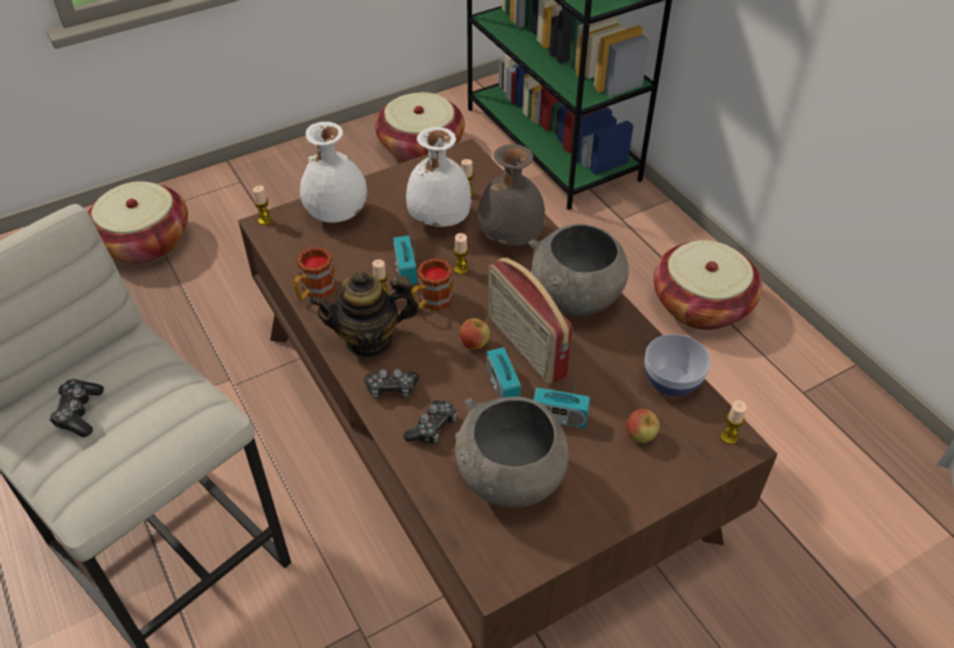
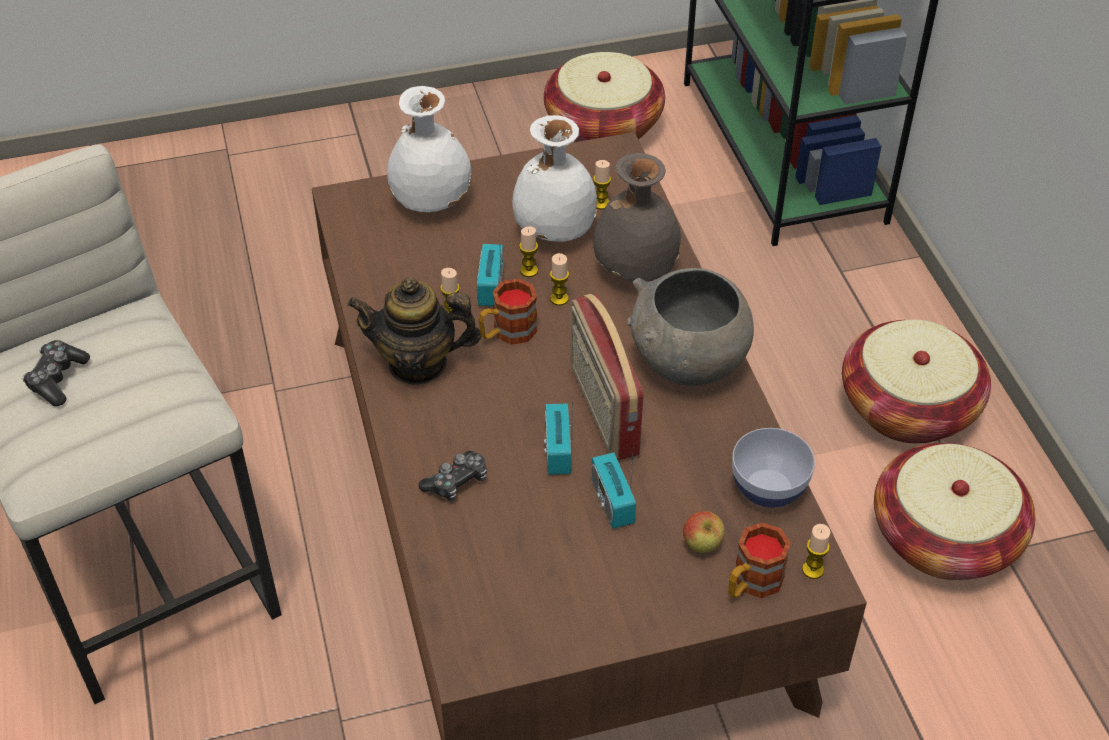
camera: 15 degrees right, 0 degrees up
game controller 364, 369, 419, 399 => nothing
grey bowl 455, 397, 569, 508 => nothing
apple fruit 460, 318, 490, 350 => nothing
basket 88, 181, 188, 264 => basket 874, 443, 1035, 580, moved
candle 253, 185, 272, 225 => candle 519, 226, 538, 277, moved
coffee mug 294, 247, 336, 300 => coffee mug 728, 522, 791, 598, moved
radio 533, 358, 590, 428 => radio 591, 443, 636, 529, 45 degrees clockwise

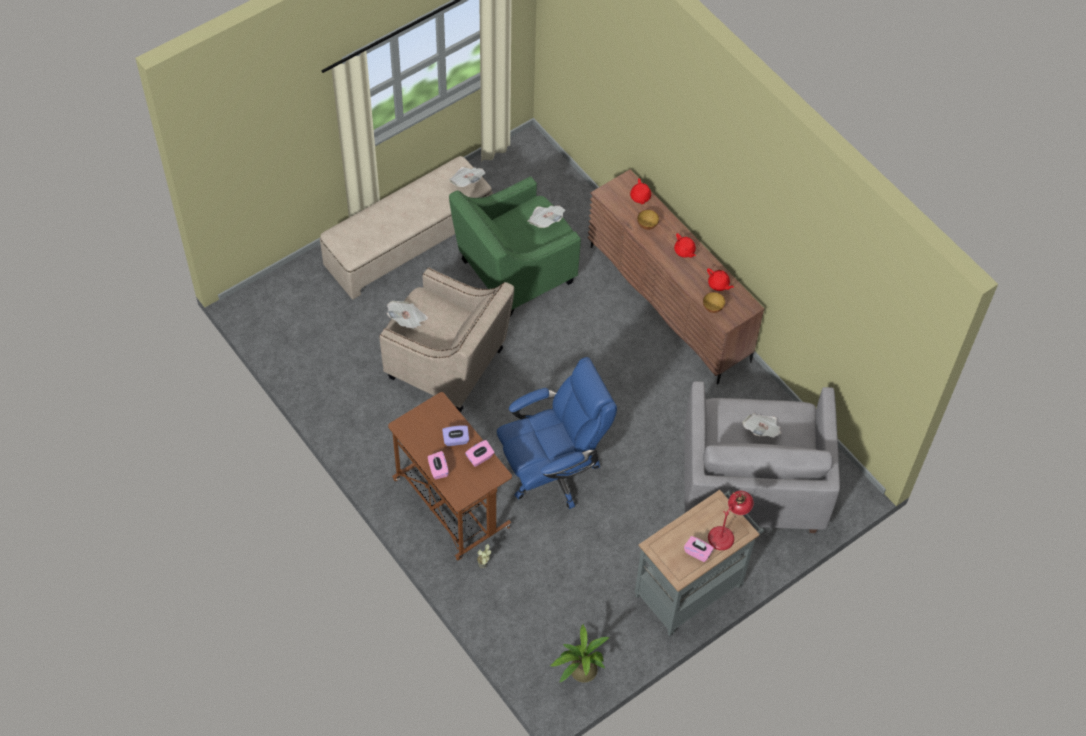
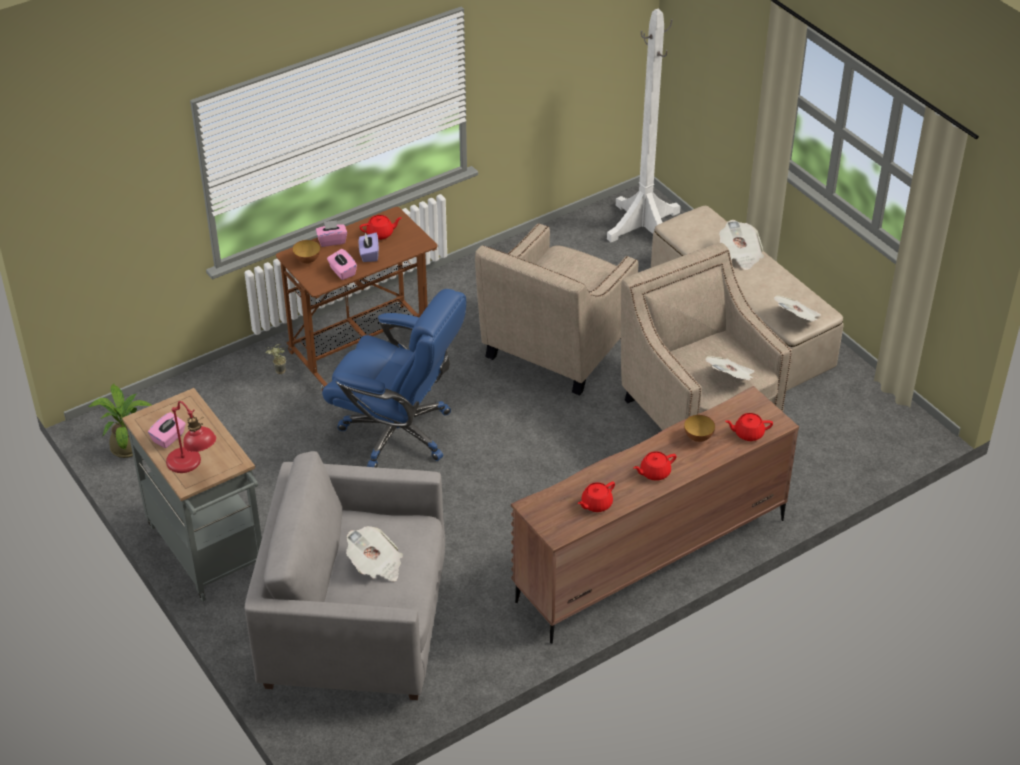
camera: 95 degrees right, 15 degrees down
nothing => reddish teapot 360, 215, 402, 240
nothing => white-coloured garment stand 607, 9, 681, 242
newspaper 387, 301, 428, 329 => newspaper 719, 220, 764, 270, moved
bowl 703, 292, 725, 313 => bowl 292, 240, 320, 264, moved
green-coloured lounge chair 449, 176, 581, 317 => sand-coloured lounge chair 621, 243, 792, 430
bluish desk chair 497, 357, 617, 509 => bluish desk chair 322, 289, 466, 467, 45 degrees counterclockwise

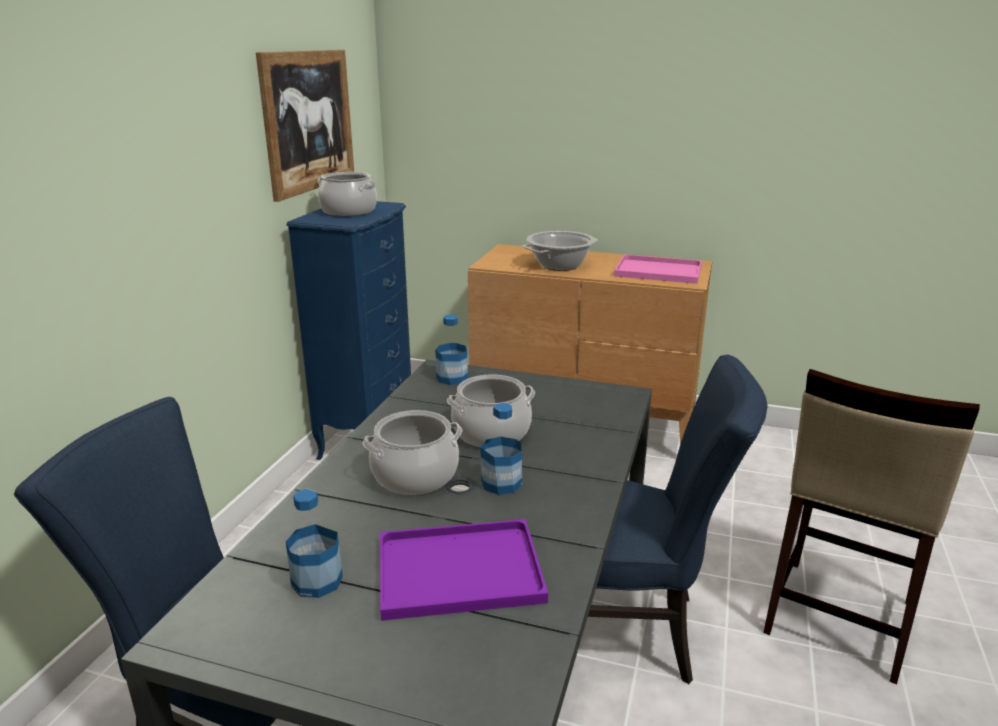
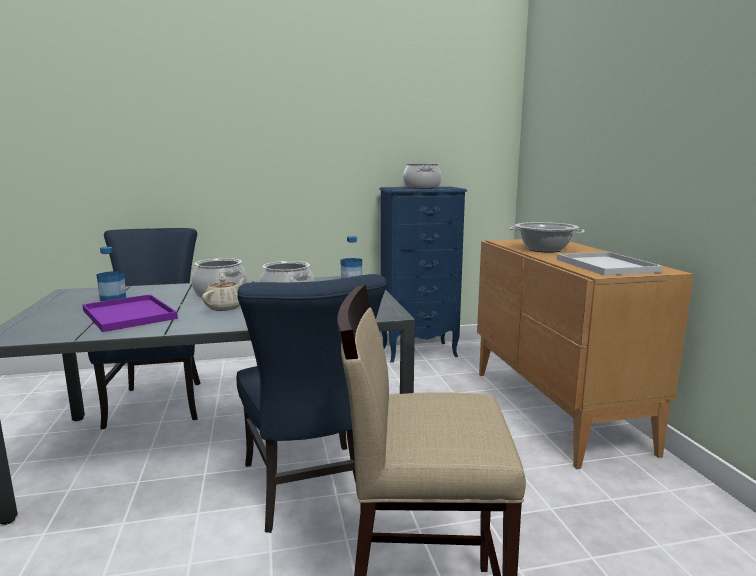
camera: 60 degrees right, 10 degrees down
wall picture 256, 50, 354, 202 => nothing
bottle 480, 403, 522, 495 => sand-coloured teapot 202, 278, 245, 311
pink carrying tray 614, 254, 702, 284 => white-coloured carrying tray 557, 252, 663, 276

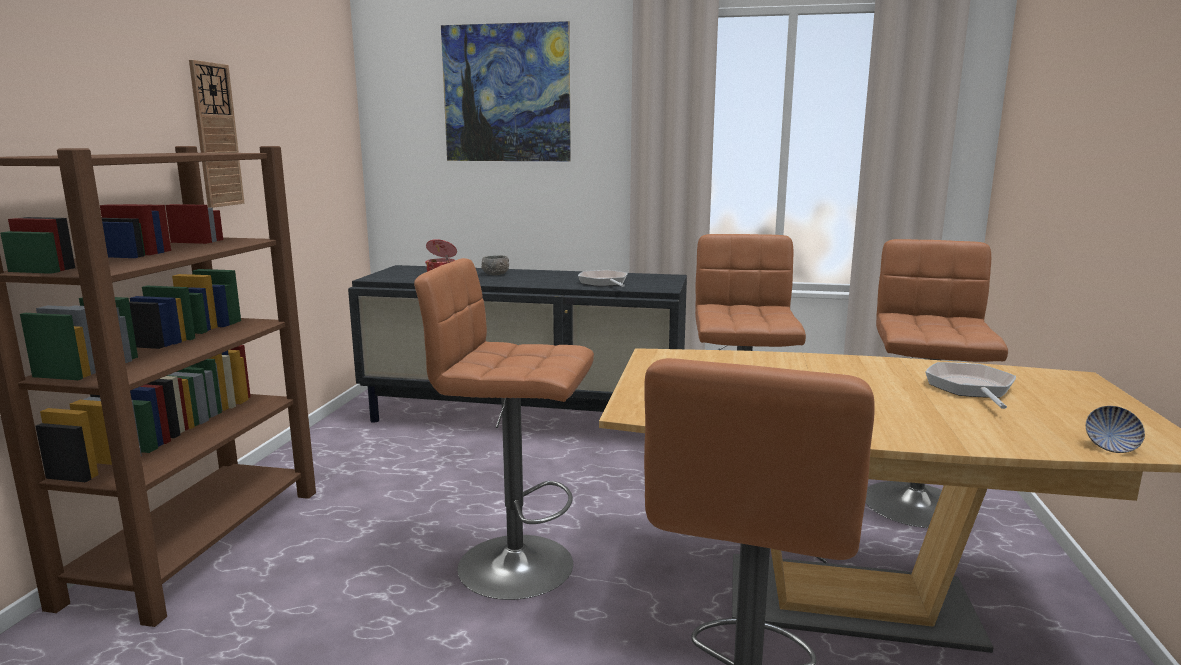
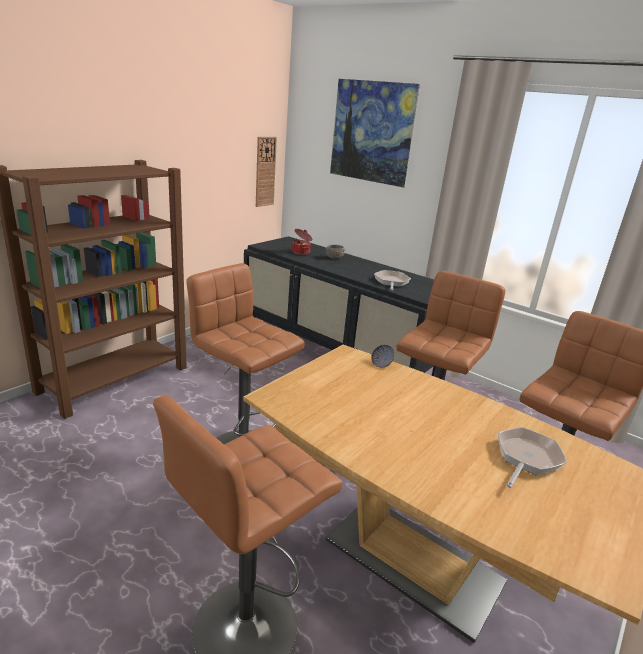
camera: 25 degrees right, 10 degrees up
clock on the wall 189, 60, 245, 208 => clock on the wall 256, 137, 277, 207, moved
bowl 1086, 406, 1145, 453 => bowl 371, 345, 395, 367, moved

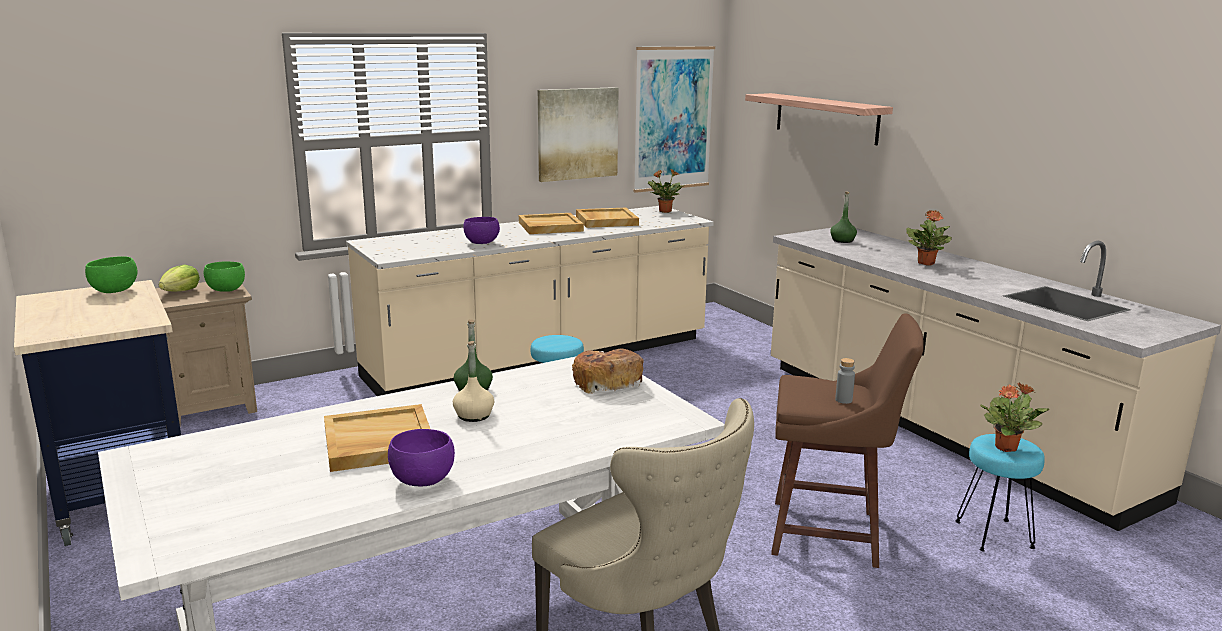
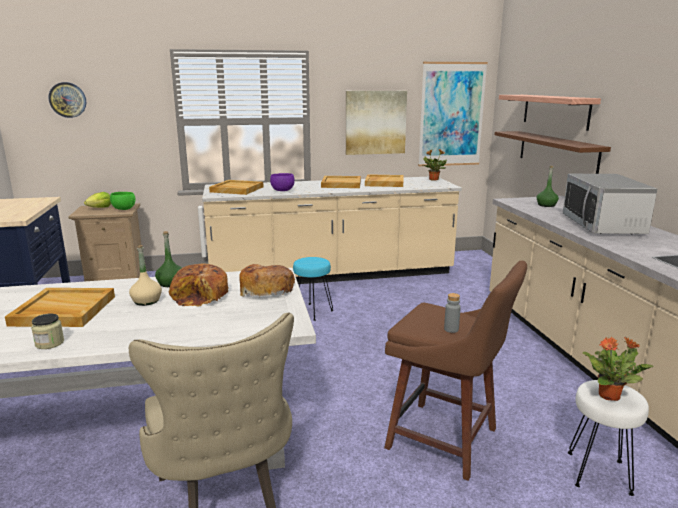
camera: 20 degrees right, 0 degrees up
green-coloured bowl 85, 256, 138, 293 => nothing
nothing => clock on the wall 49, 82, 86, 118
nothing => bakery bread 169, 263, 229, 306
nothing => sand-coloured carrying tray 209, 180, 264, 195
nothing => brownish bracket shelf 495, 131, 611, 174
purplish bowl 388, 429, 455, 486 => preserve jar 31, 313, 64, 349
houseplant 906, 210, 952, 265 => kitchen microwave 563, 174, 657, 234
turquoise sitting stool 955, 434, 1045, 551 => white-coloured sitting stool 568, 380, 649, 496

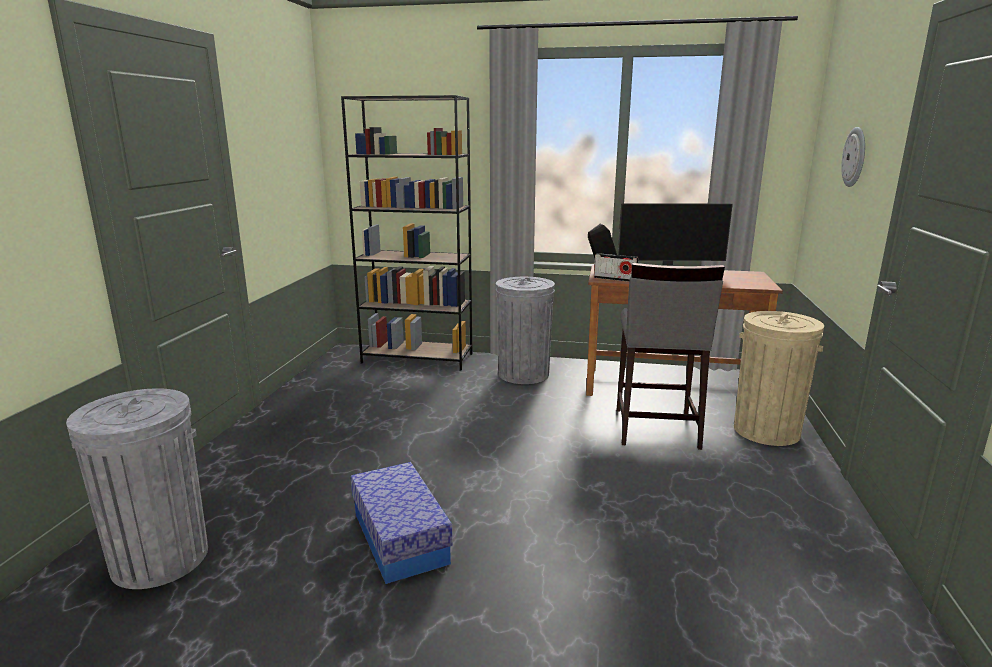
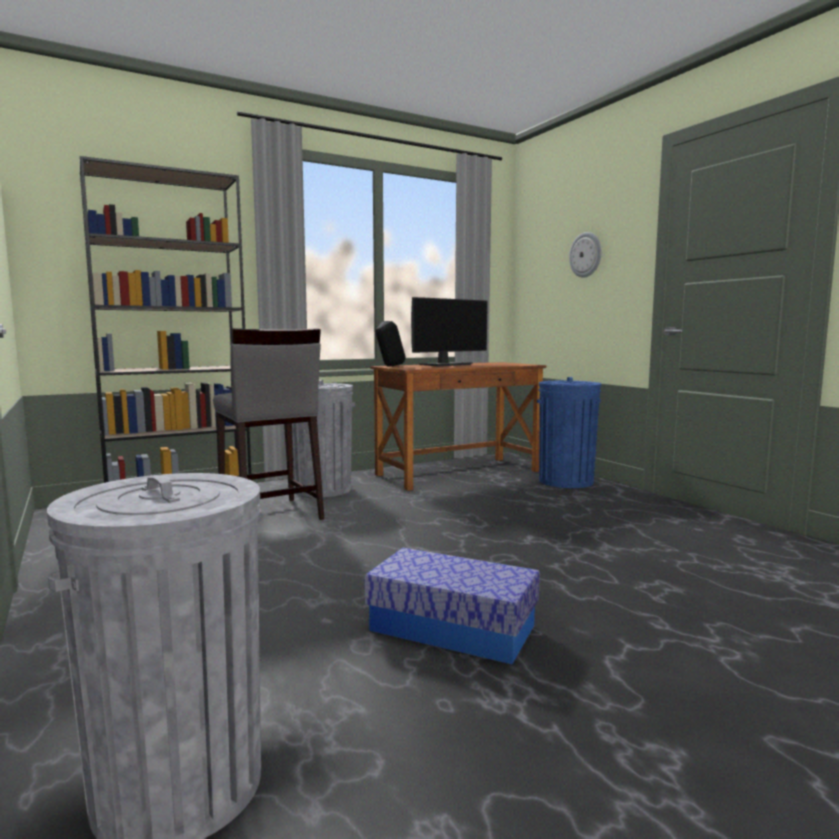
camera: 40 degrees left, 10 degrees down
radio 594, 253, 638, 282 => nothing
grey sitting stool 617, 263, 725, 450 => grey sitting stool 213, 328, 324, 520, moved
sand-coloured rubbish bin 734, 311, 824, 446 => bluish rubbish bin 537, 377, 601, 488

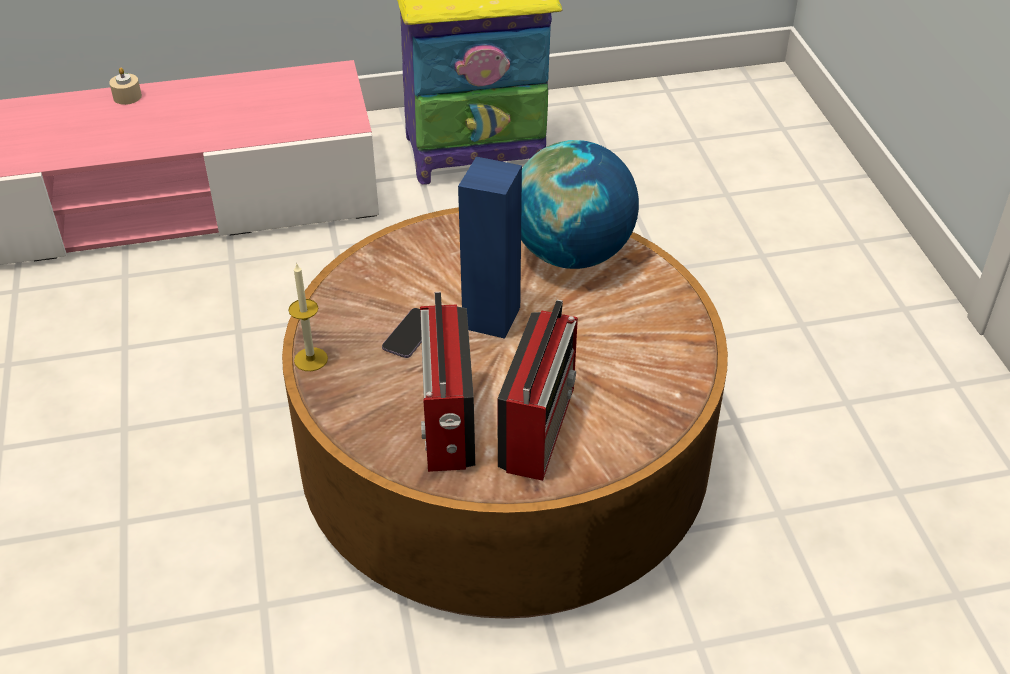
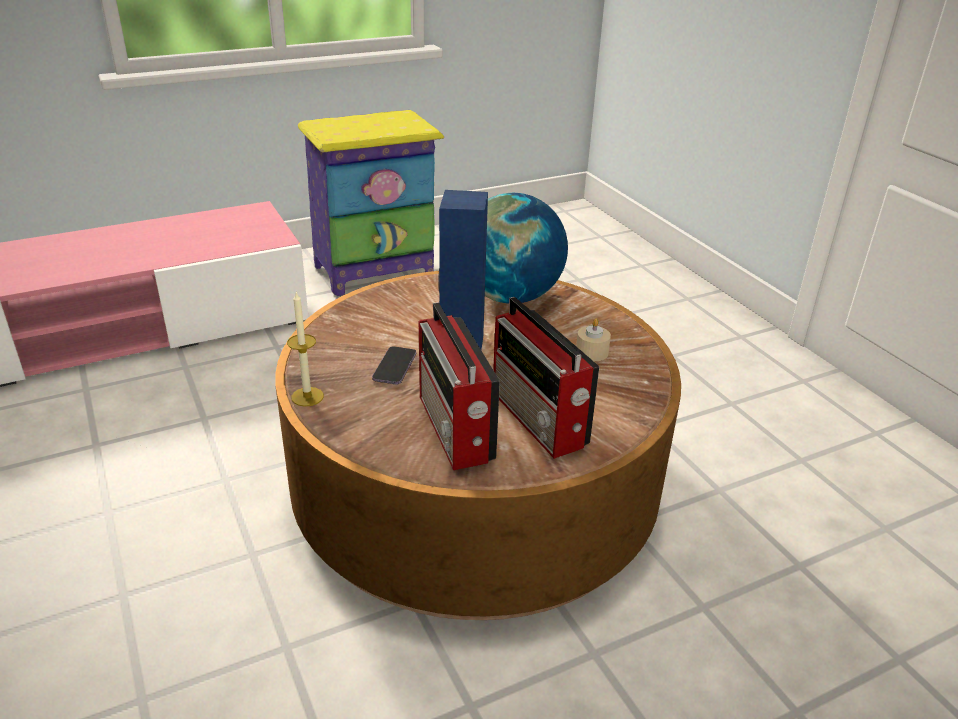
camera: 15 degrees left, 10 degrees down
sand-coloured candle 109, 68, 142, 105 => sand-coloured candle 576, 319, 611, 361, moved
radio 497, 300, 578, 481 => radio 493, 297, 599, 459, 150 degrees clockwise

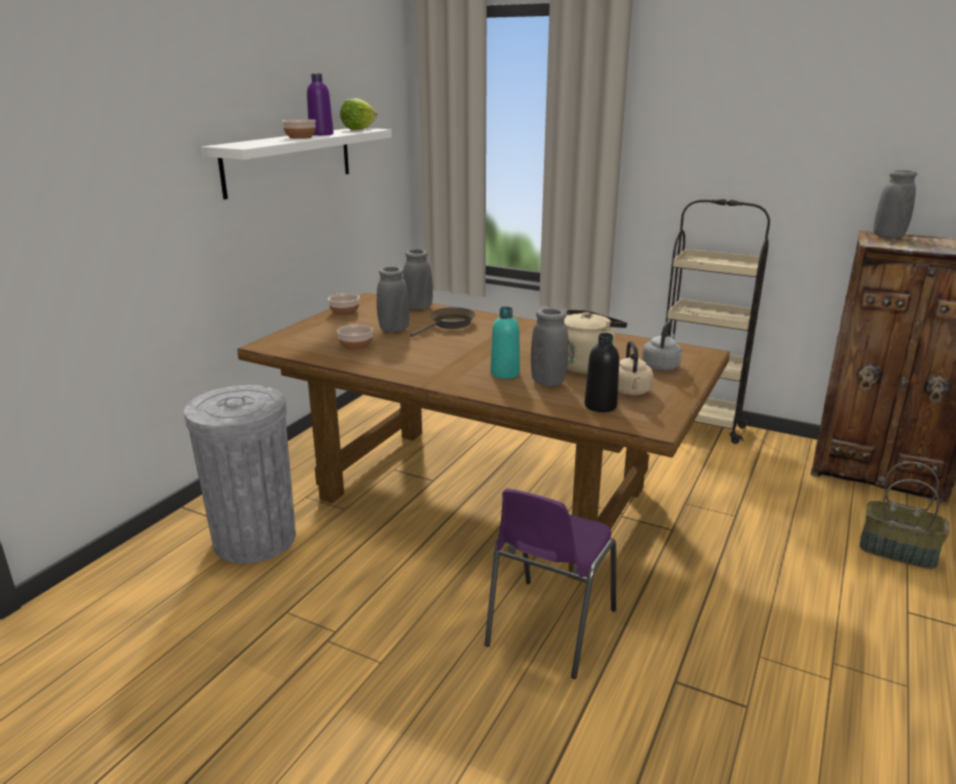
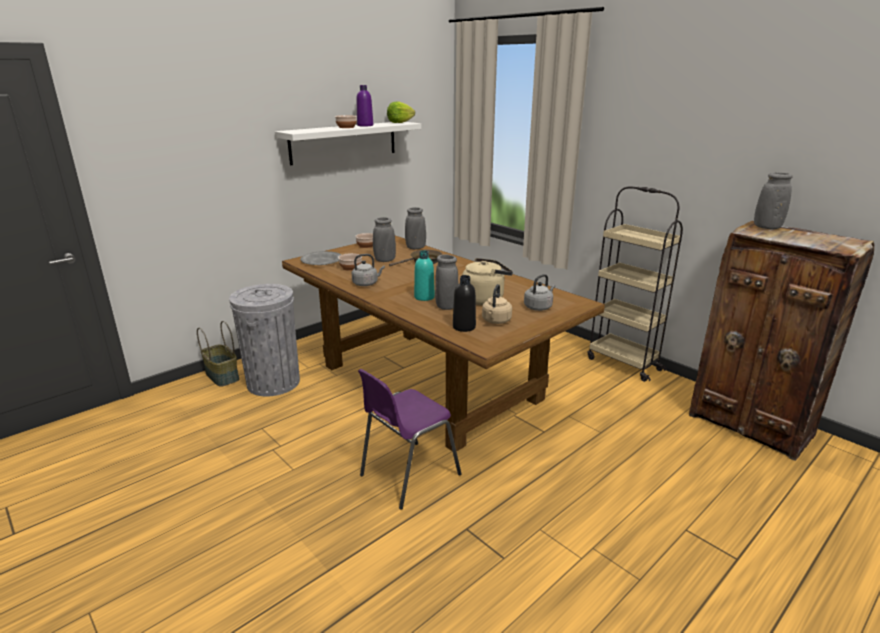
camera: 20 degrees right, 0 degrees up
nothing => grey plate 300, 251, 341, 265
nothing => grey water kettle 352, 254, 385, 286
basket 860, 462, 949, 569 => basket 197, 321, 239, 387, moved

